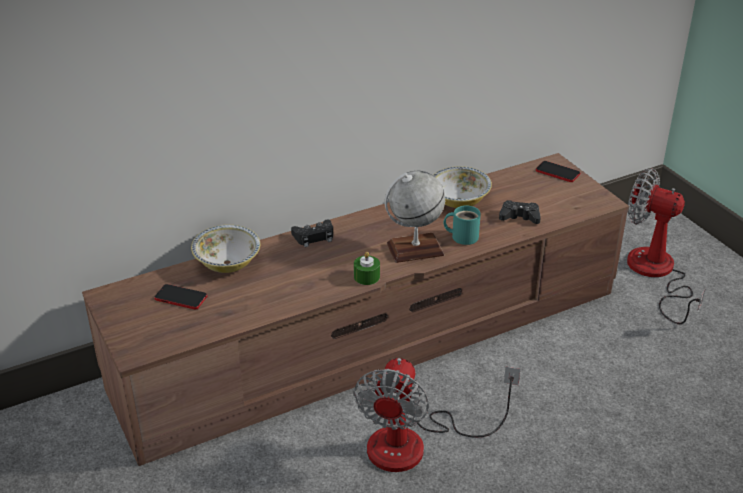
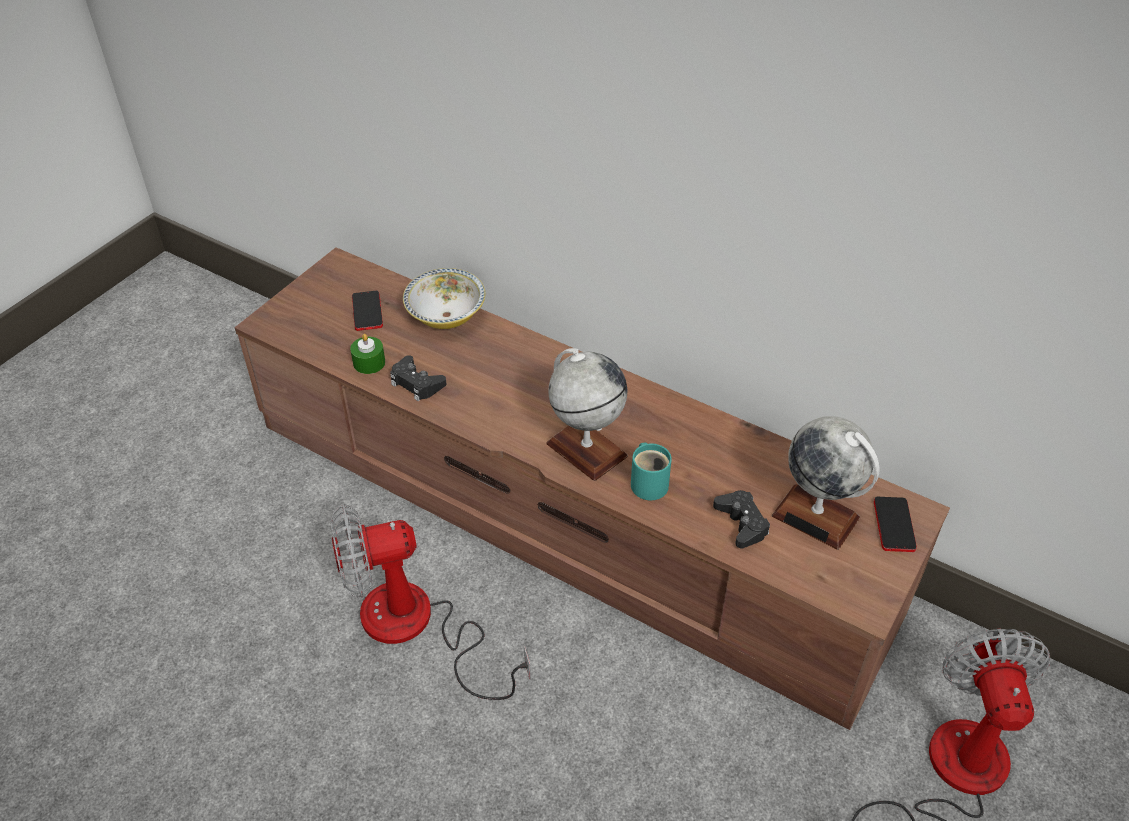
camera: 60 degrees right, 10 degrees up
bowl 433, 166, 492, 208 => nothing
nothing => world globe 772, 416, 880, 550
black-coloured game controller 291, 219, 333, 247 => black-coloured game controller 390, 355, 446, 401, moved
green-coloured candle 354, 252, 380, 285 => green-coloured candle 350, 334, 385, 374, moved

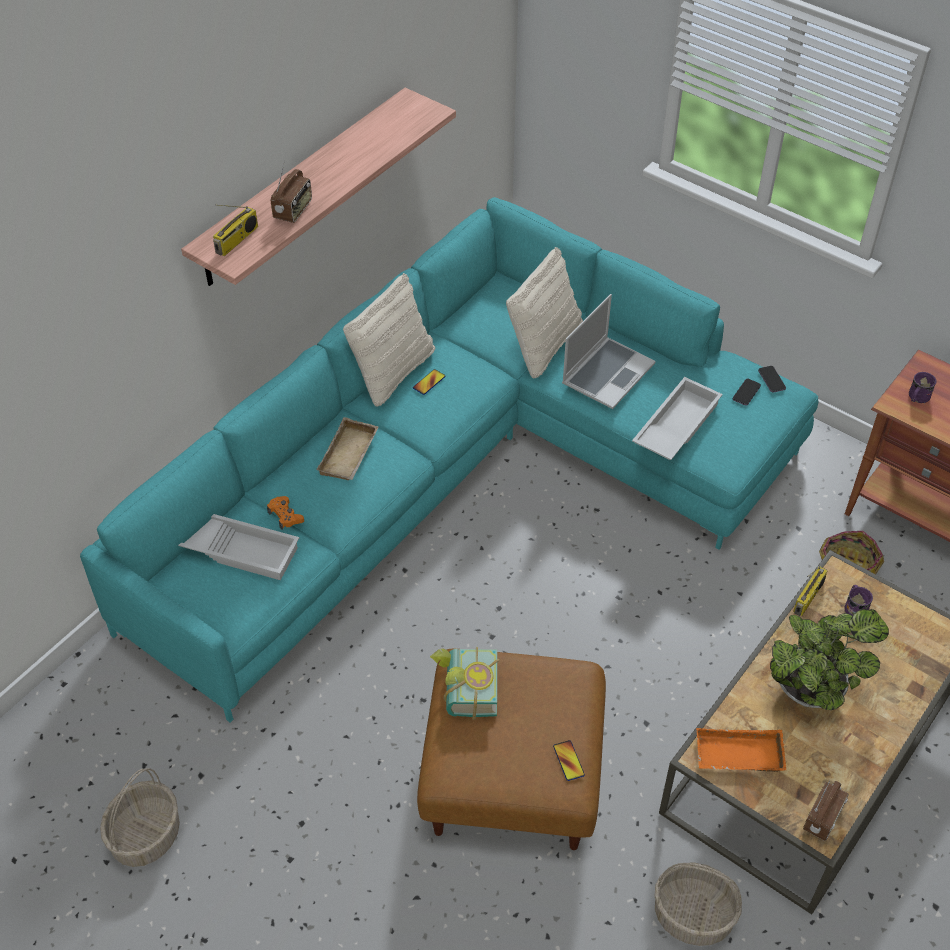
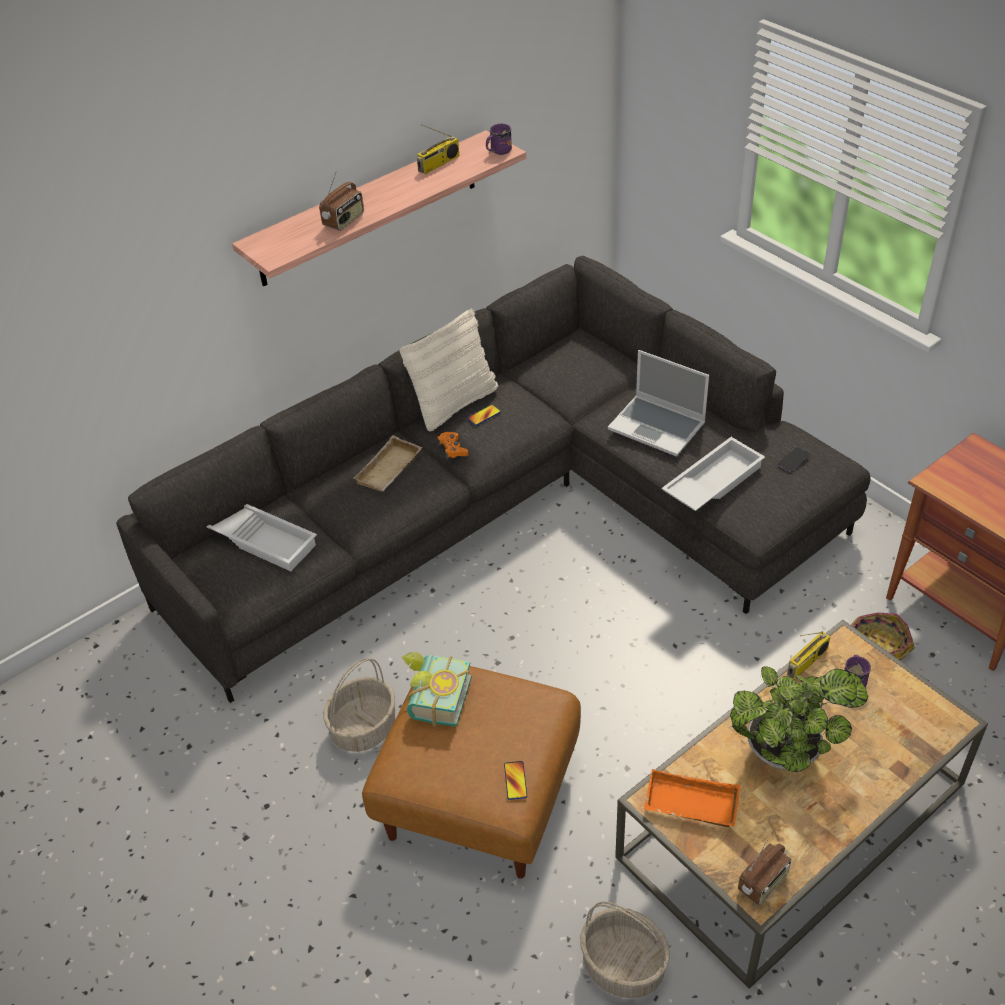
camera: 15 degrees right, 5 degrees down
sand-coloured cushion 506, 247, 583, 378 => nothing
phone 758, 366, 786, 393 => nothing
basket 100, 768, 180, 867 => basket 323, 658, 395, 752, moved
radio 213, 204, 258, 256 => radio 417, 124, 459, 174, moved
orange game controller 267, 496, 304, 530 => orange game controller 437, 432, 468, 459, moved
purplish coffee mug 909, 372, 937, 404 => purplish coffee mug 486, 124, 512, 155, moved
turquoise couch 80, 197, 818, 722 => grey couch 116, 256, 871, 703
portable computer 562, 294, 656, 409 => portable computer 608, 350, 709, 456, 75 degrees clockwise

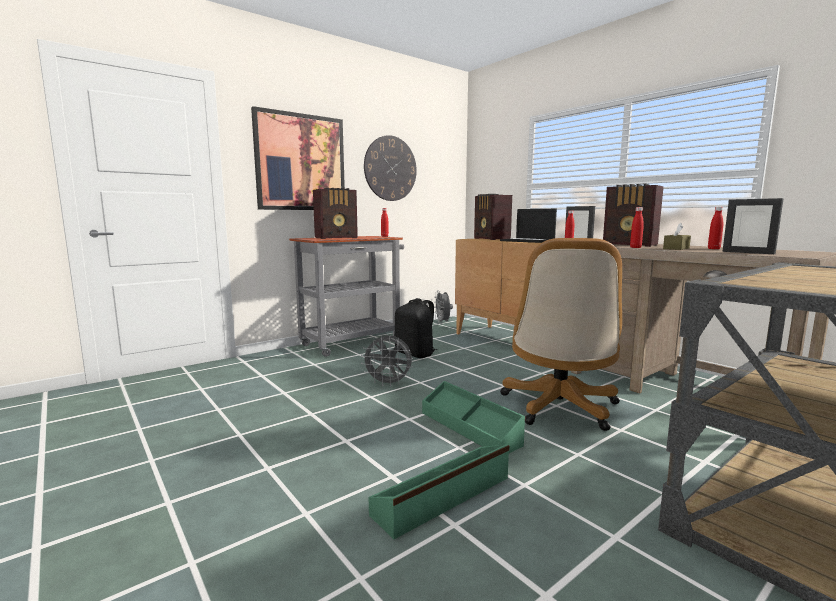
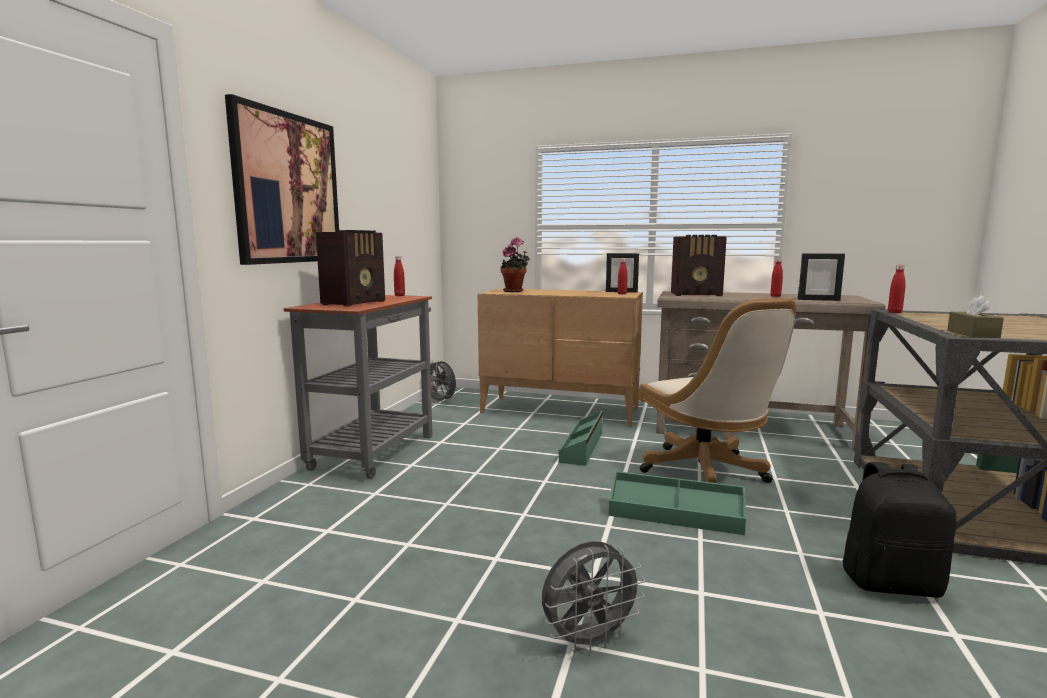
camera: 35 degrees left, 0 degrees up
clock on the wall 364, 135, 417, 201 => nothing
portable computer 500, 209, 557, 243 => nothing
grey electric fan 361, 335, 413, 387 => grey electric fan 542, 541, 645, 653, moved
green-coloured storage box 369, 444, 509, 539 => green-coloured storage box 559, 410, 603, 466, moved
black-coloured backpack 394, 298, 438, 358 => black-coloured backpack 842, 462, 957, 598, moved
reddish bottle 630, 207, 644, 248 => reddish bottle 888, 265, 906, 313, moved
brownish tissue holder 663, 222, 691, 250 => brownish tissue holder 947, 295, 1004, 338, moved
radio 474, 194, 512, 240 => houseplant 500, 237, 530, 292

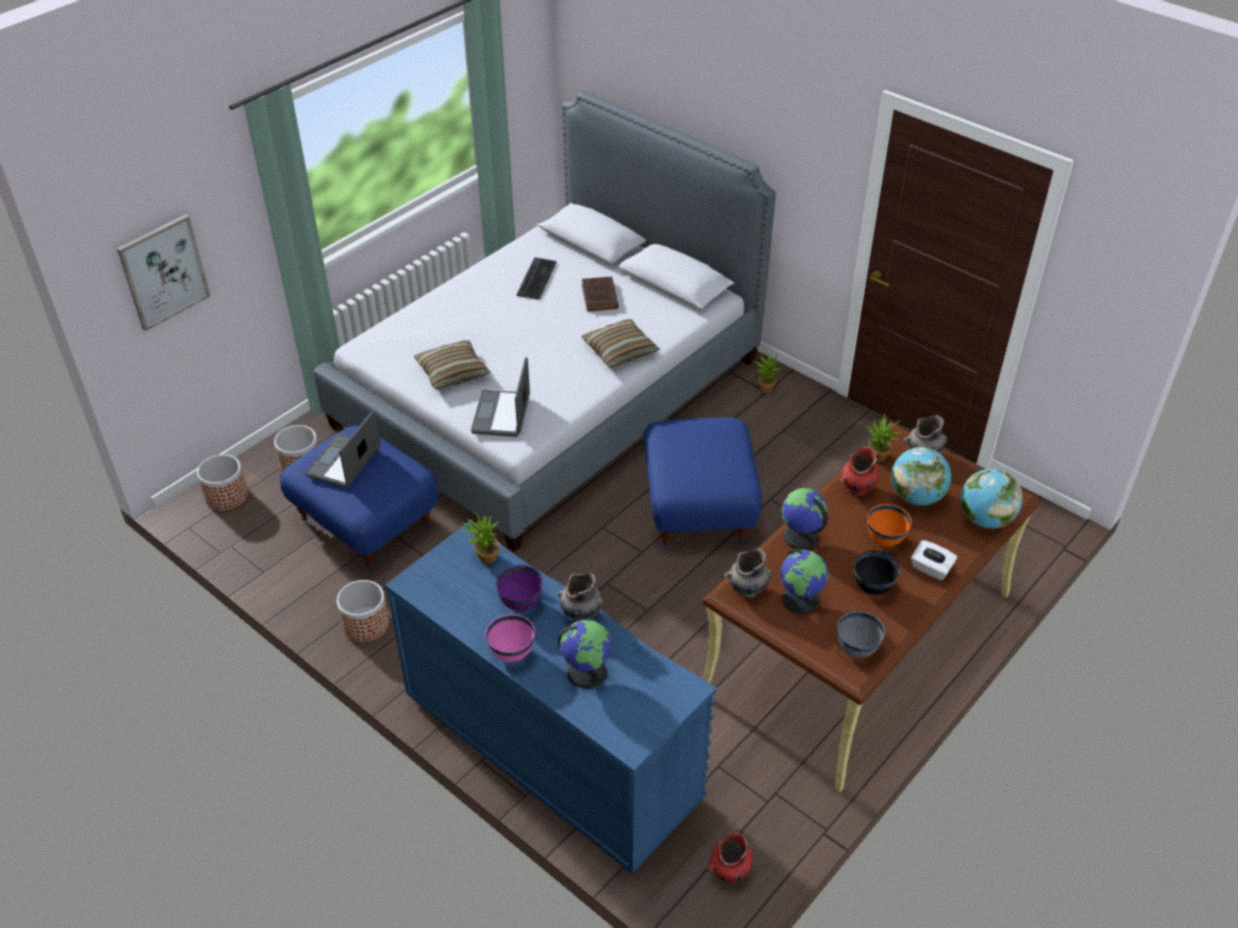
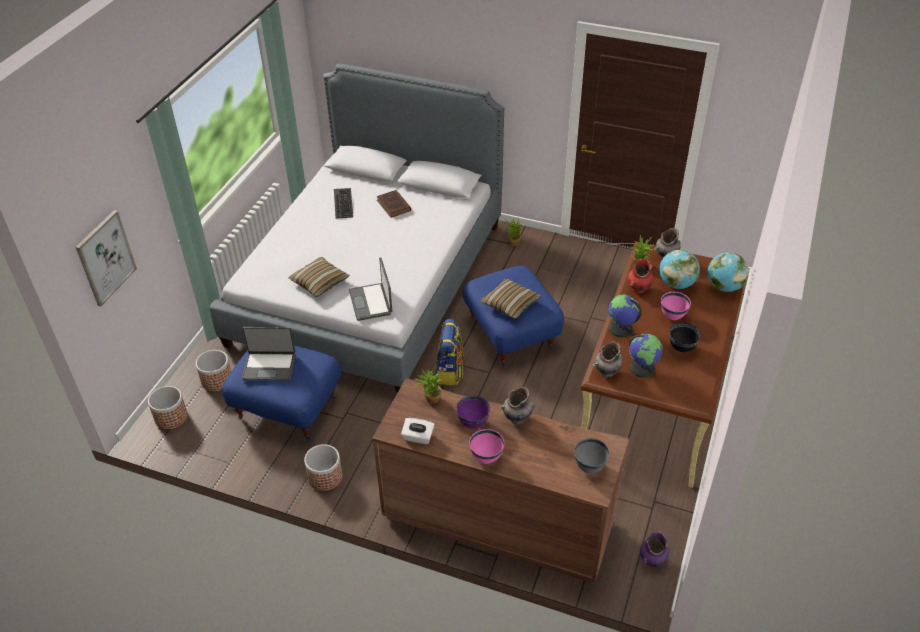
camera: 20 degrees left, 0 degrees up
world globe 558, 620, 612, 689 => nothing
nothing => backpack 435, 319, 465, 385
cushion 581, 319, 660, 368 => cushion 481, 278, 541, 319, moved
grey bowl 837, 611, 885, 658 => grey bowl 574, 438, 610, 473, moved
white-coloured tissue holder 911, 540, 957, 580 => white-coloured tissue holder 401, 418, 435, 444, moved
bluish drawer chest 385, 522, 717, 874 => brownish drawer chest 372, 378, 629, 583
reddish vase 707, 833, 753, 883 => purplish vase 640, 532, 669, 567
orange bowl 867, 504, 912, 547 => pink bowl 661, 292, 691, 320
portable computer 305, 411, 380, 488 => portable computer 242, 327, 295, 381, 90 degrees counterclockwise

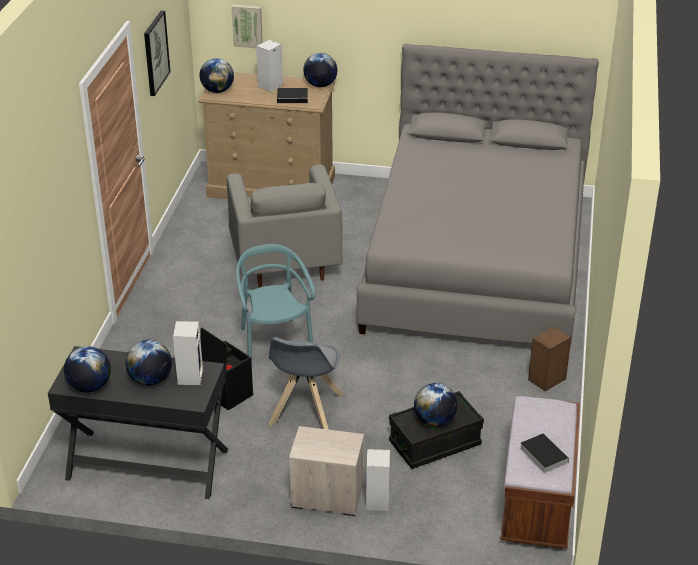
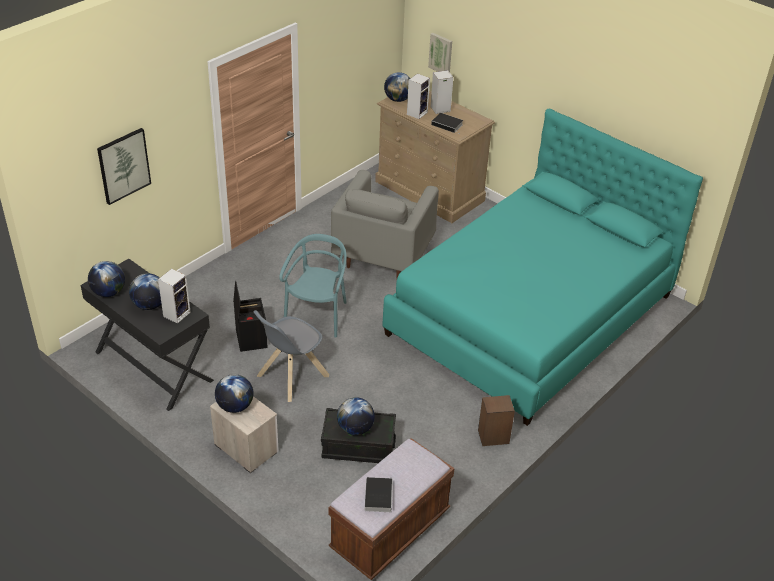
camera: 30 degrees right, 5 degrees up
wall picture 144, 11, 171, 96 => wall picture 97, 128, 151, 205, moved
world globe 303, 53, 337, 87 => world globe 215, 374, 253, 413, moved
loudspeaker 366, 449, 390, 511 => loudspeaker 407, 73, 430, 119, moved
grey bedroom bed 357, 43, 599, 346 => turquoise bedroom bed 382, 109, 703, 426

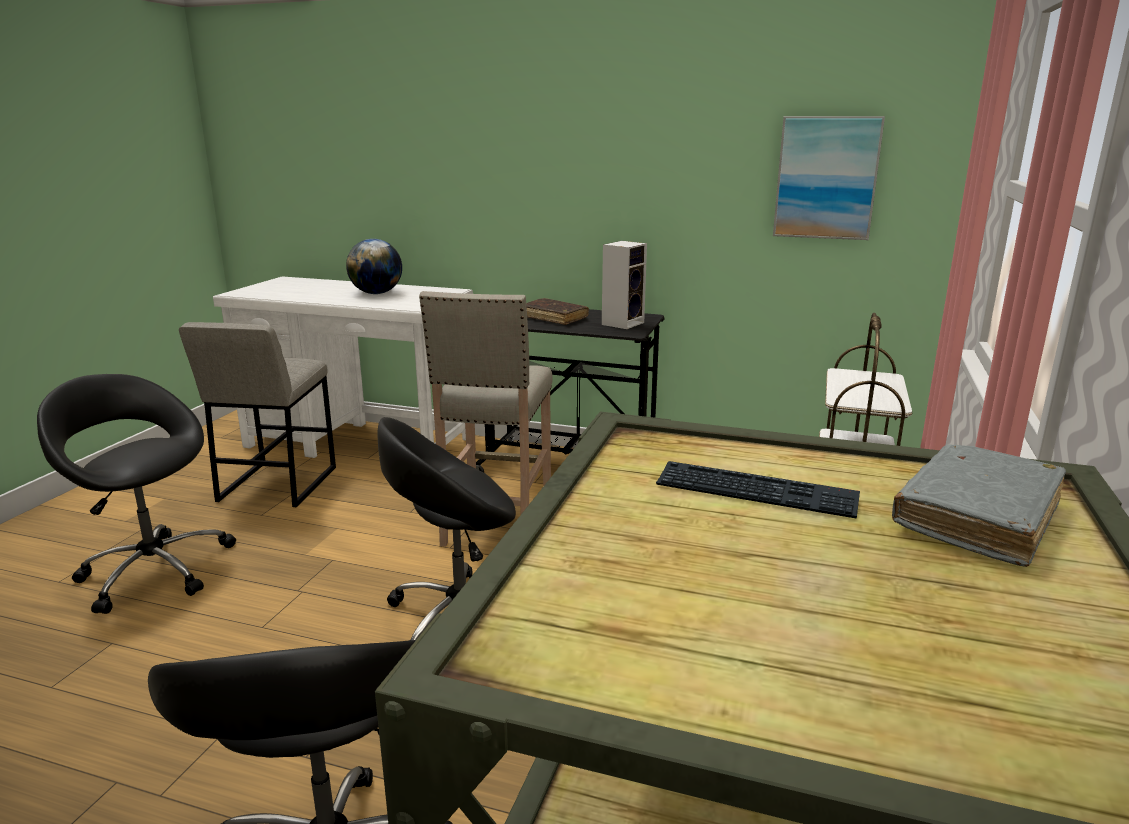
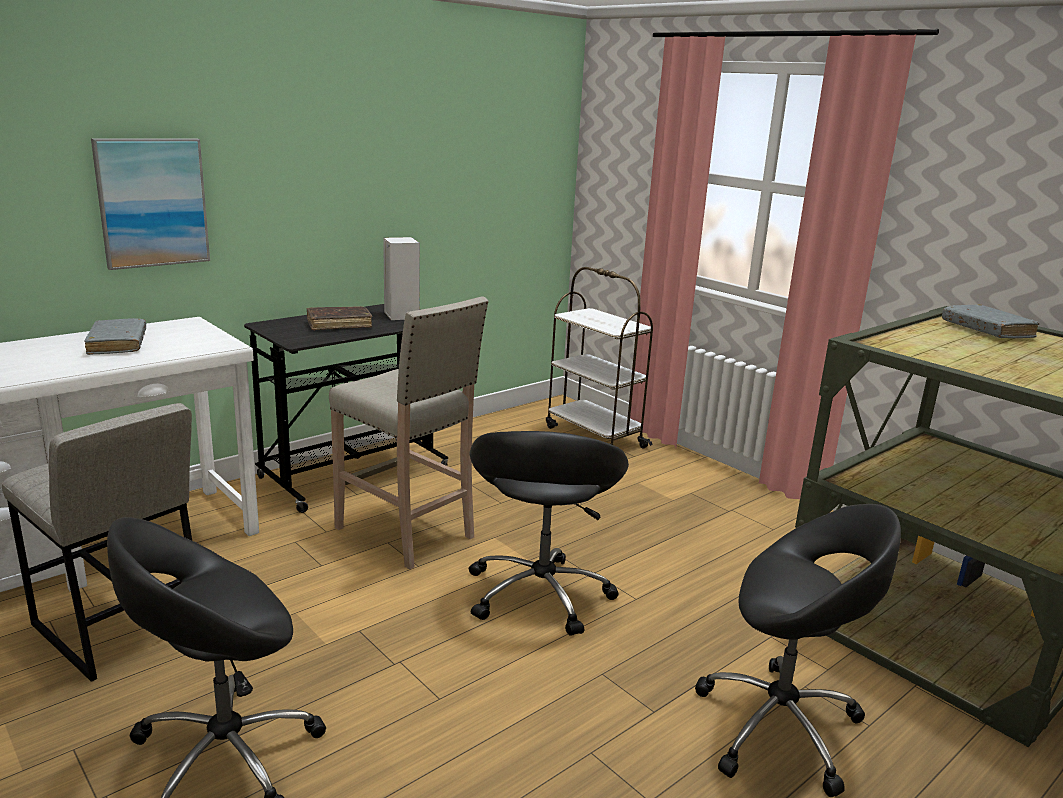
camera: 60 degrees left, 0 degrees up
keyboard 656, 461, 860, 519 => nothing
wall picture 773, 116, 885, 240 => wall picture 91, 138, 210, 270, moved
world globe 346, 239, 402, 294 => grey bound book 84, 318, 146, 355

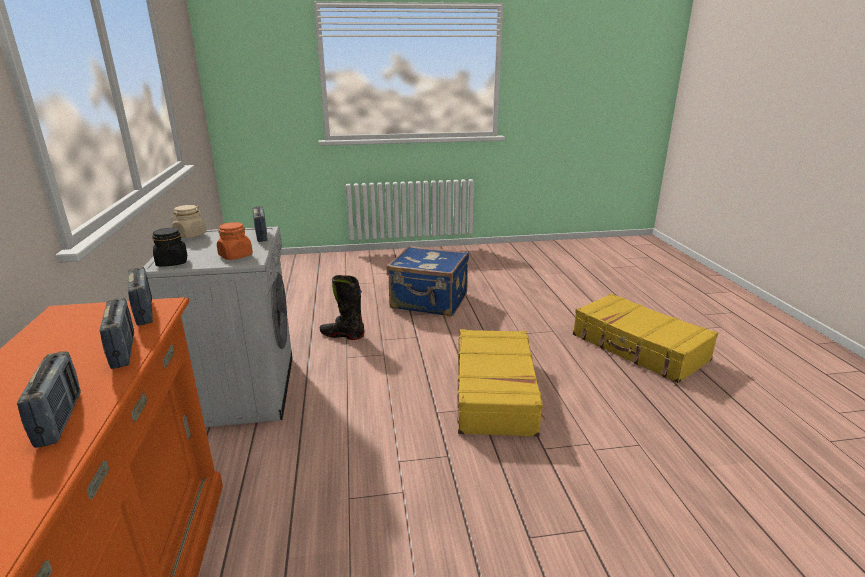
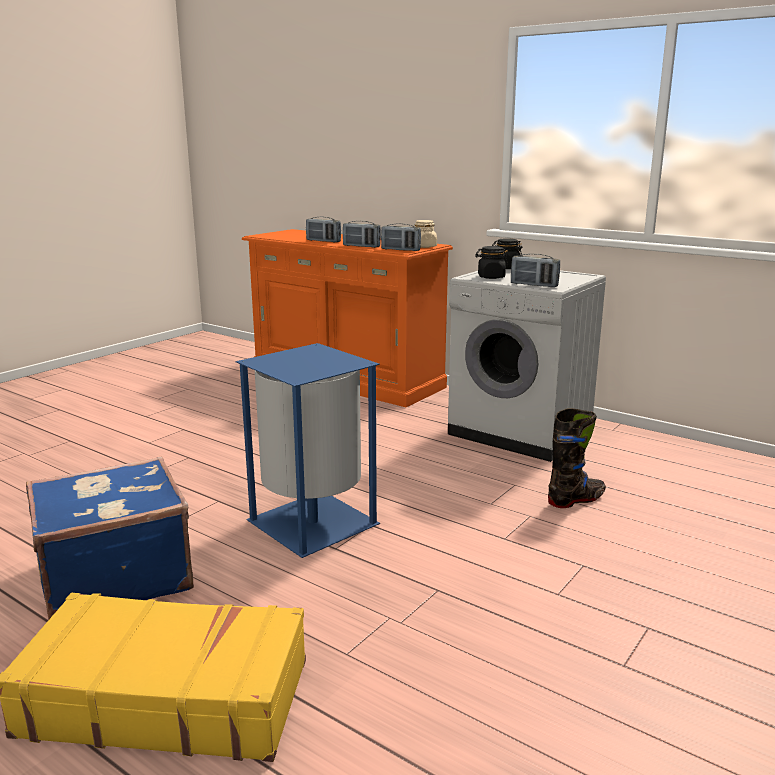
camera: 135 degrees right, 5 degrees down
sand-coloured preserve jar 171, 205, 206, 238 => sand-coloured preserve jar 415, 220, 437, 248, moved
bluish travel case 387, 246, 469, 316 => bluish travel case 26, 456, 194, 620, moved
yellowish travel case 457, 329, 545, 437 => bluish rubbish bin 236, 343, 380, 558
orange preserve jar 217, 222, 253, 260 => black-coloured preserve jar 475, 246, 509, 279

